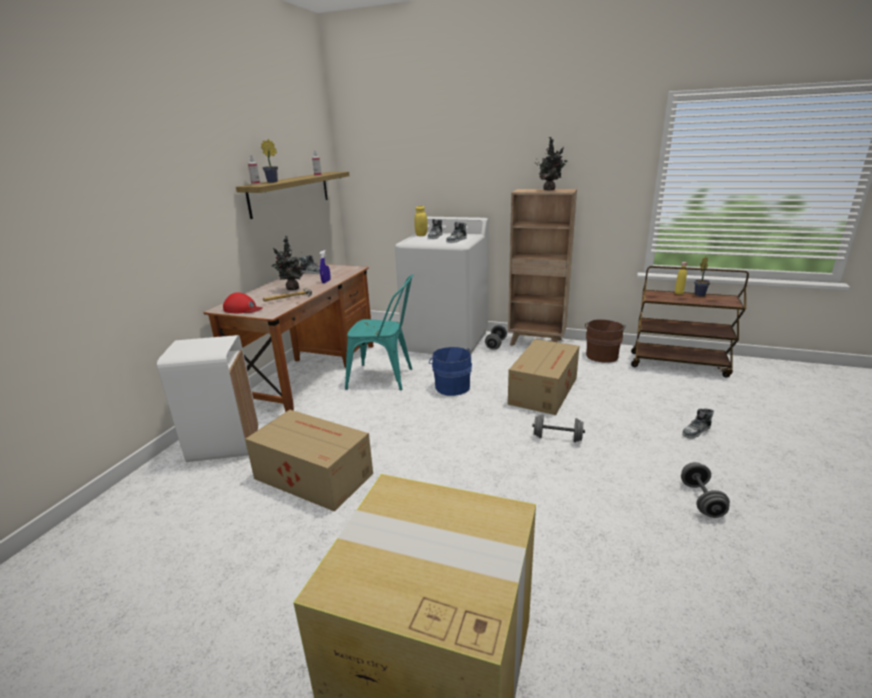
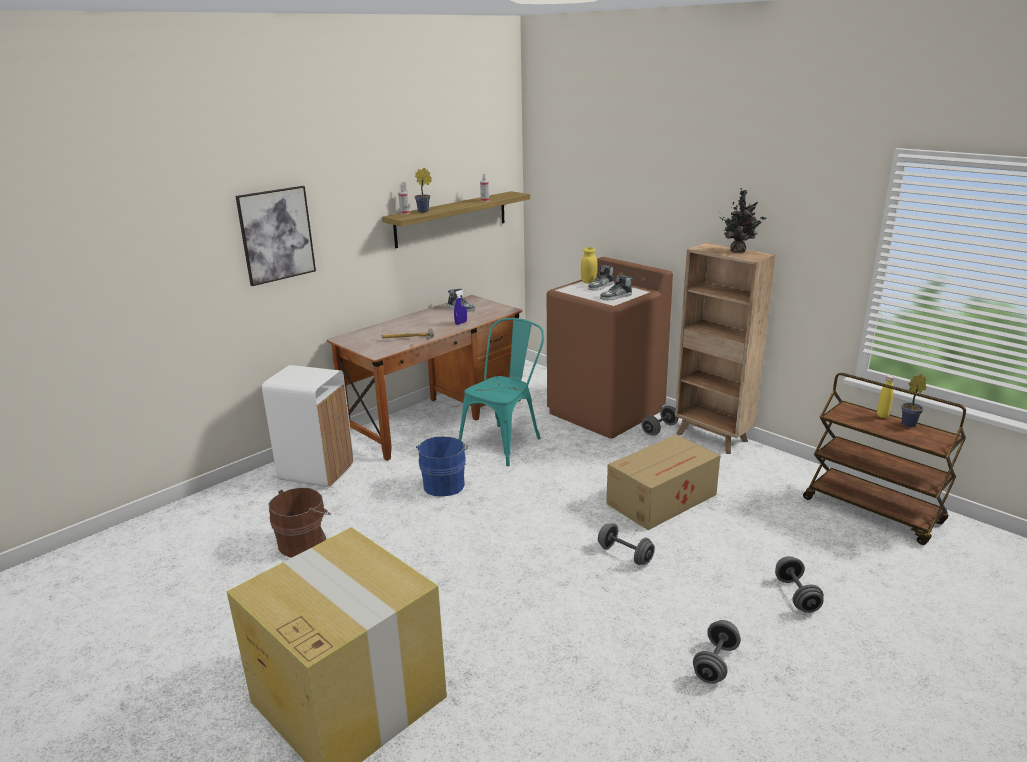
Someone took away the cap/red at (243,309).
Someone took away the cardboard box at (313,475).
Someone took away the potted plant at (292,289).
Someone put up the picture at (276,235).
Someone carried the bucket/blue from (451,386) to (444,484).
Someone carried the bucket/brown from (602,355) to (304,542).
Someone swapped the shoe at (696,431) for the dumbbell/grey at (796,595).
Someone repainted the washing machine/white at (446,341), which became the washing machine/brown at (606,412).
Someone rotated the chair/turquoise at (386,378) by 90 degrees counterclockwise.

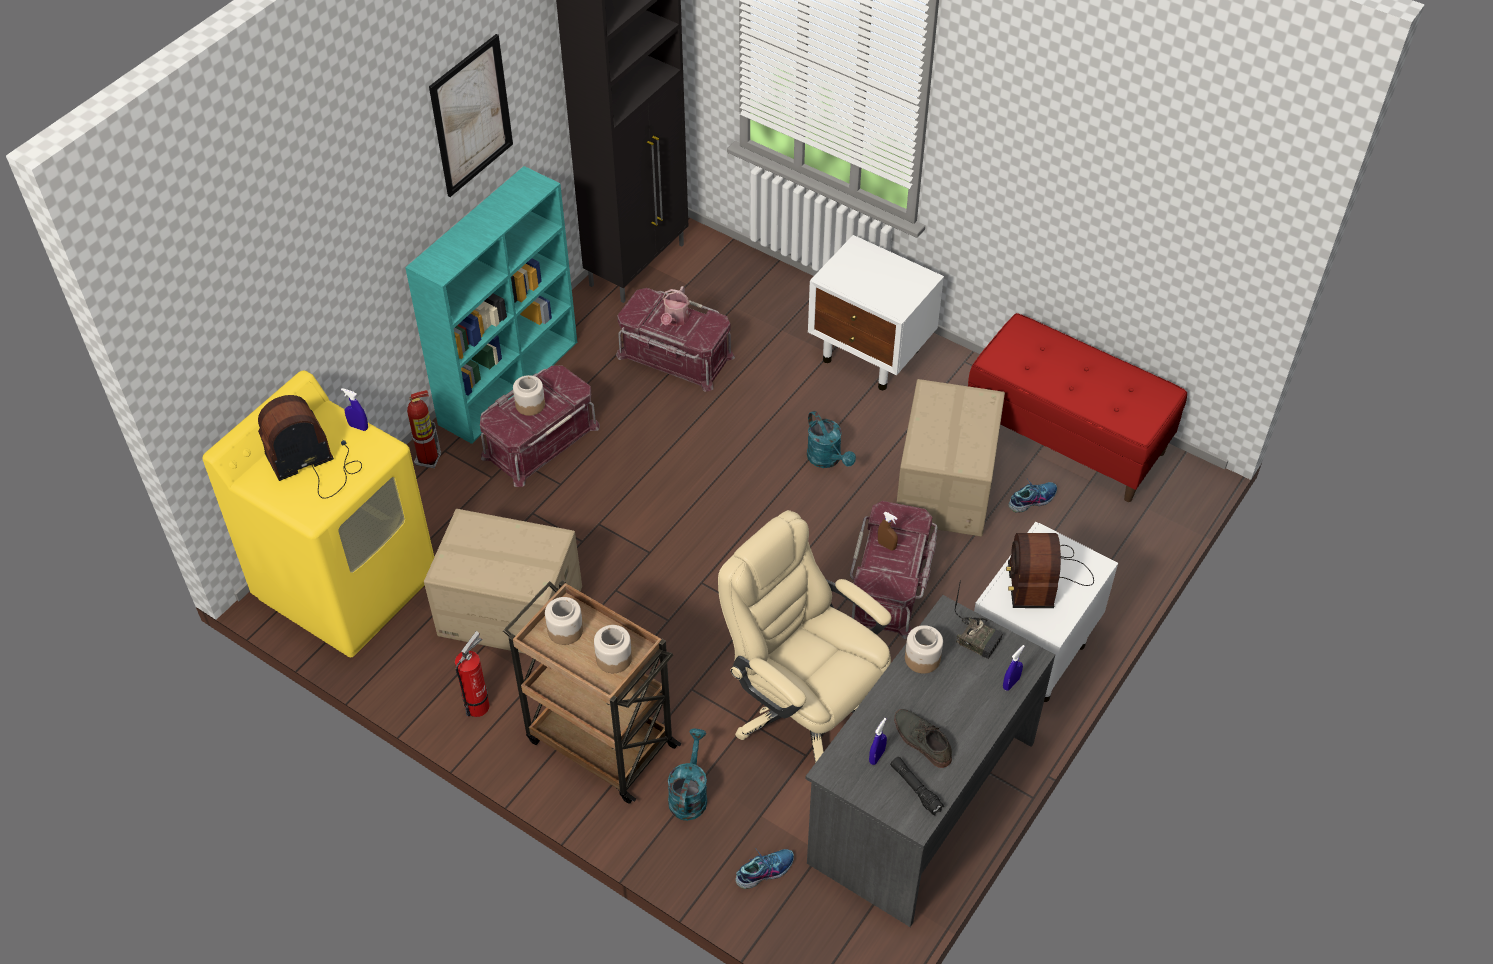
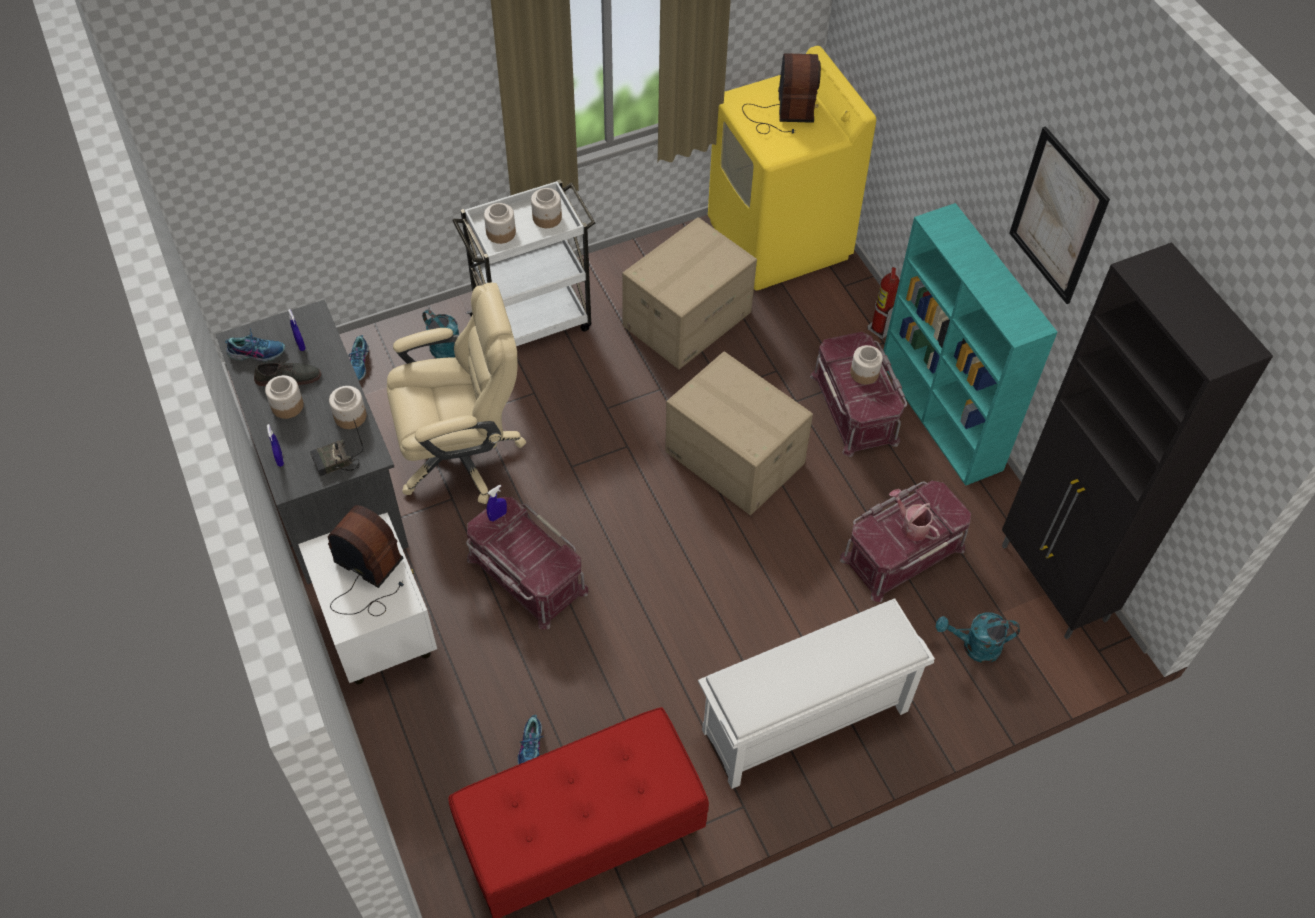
Someone took away the fire extinguisher at (479,704).
Someone took away the spray bottle/brown at (886,545).
Someone put down the jar at (287,406).
Someone carried the spray bottle/blue from (358,427) to (498,516).
Someone carried the watering can/turquoise from (827,459) to (974,646).
Someone carried the cardboard box from (946,486) to (733,458).
Someone swapped the nightstand/white at (872,355) for the shoe rack/white at (804,723).
Someone swapped the flashlight/black at (915,789) for the shoe at (257,352).
Someone repainted the cart/brown at (599,741), which became the cart/white at (533,321).

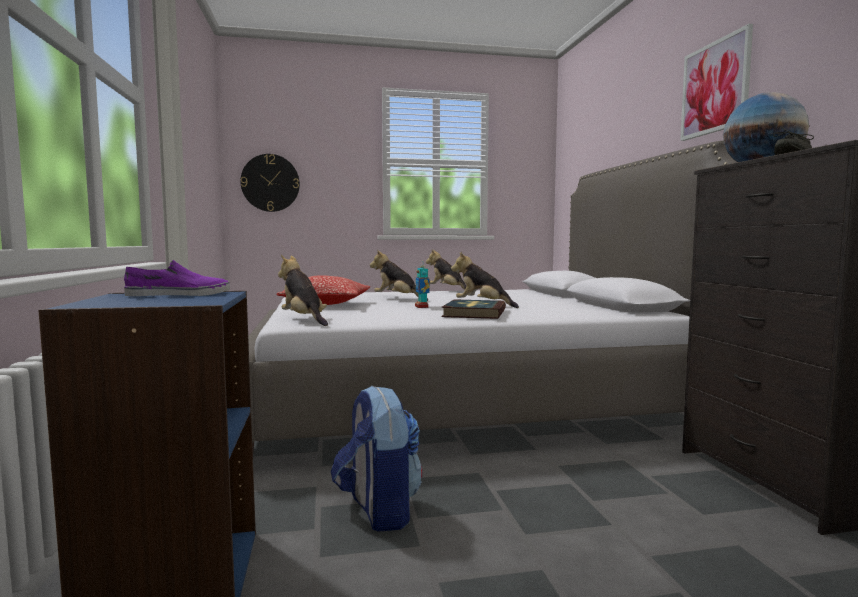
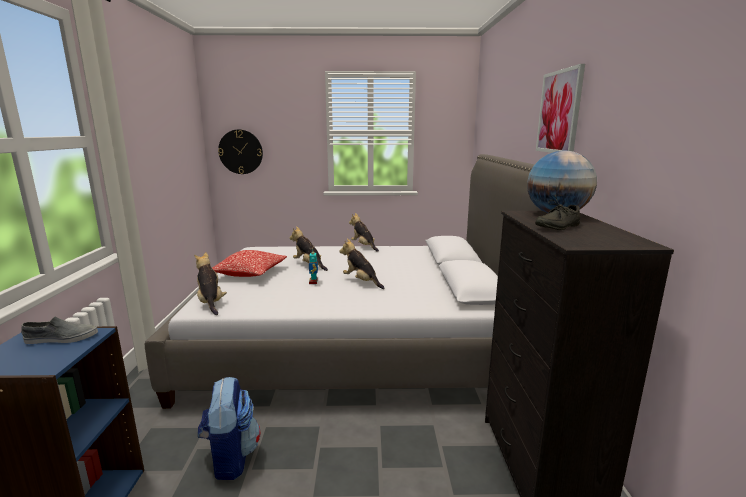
Someone took away the book at (474,313).
Someone repainted the shoe/purple at (179,295), which became the shoe/grey at (61,338).

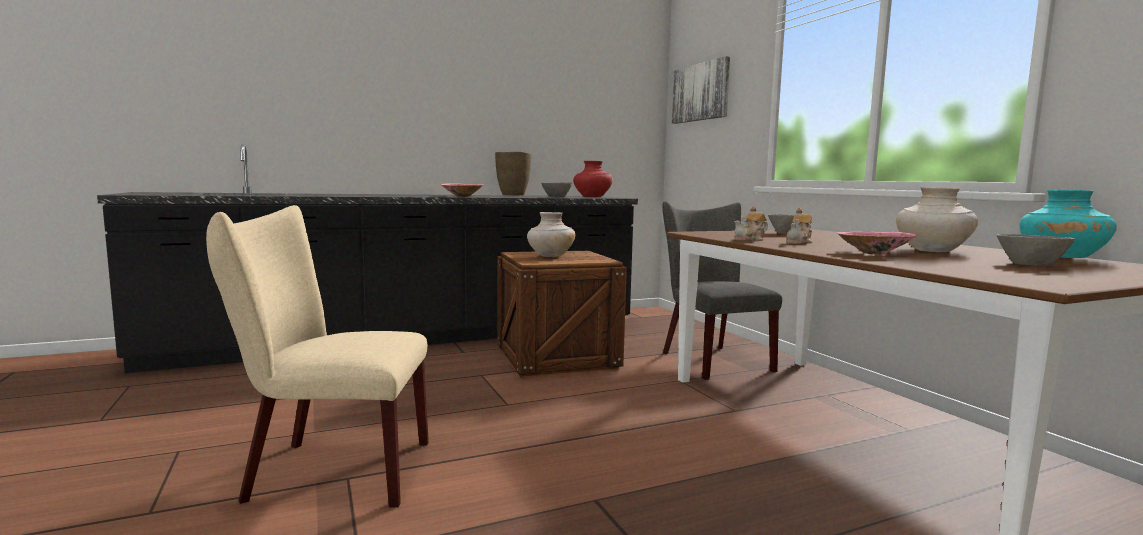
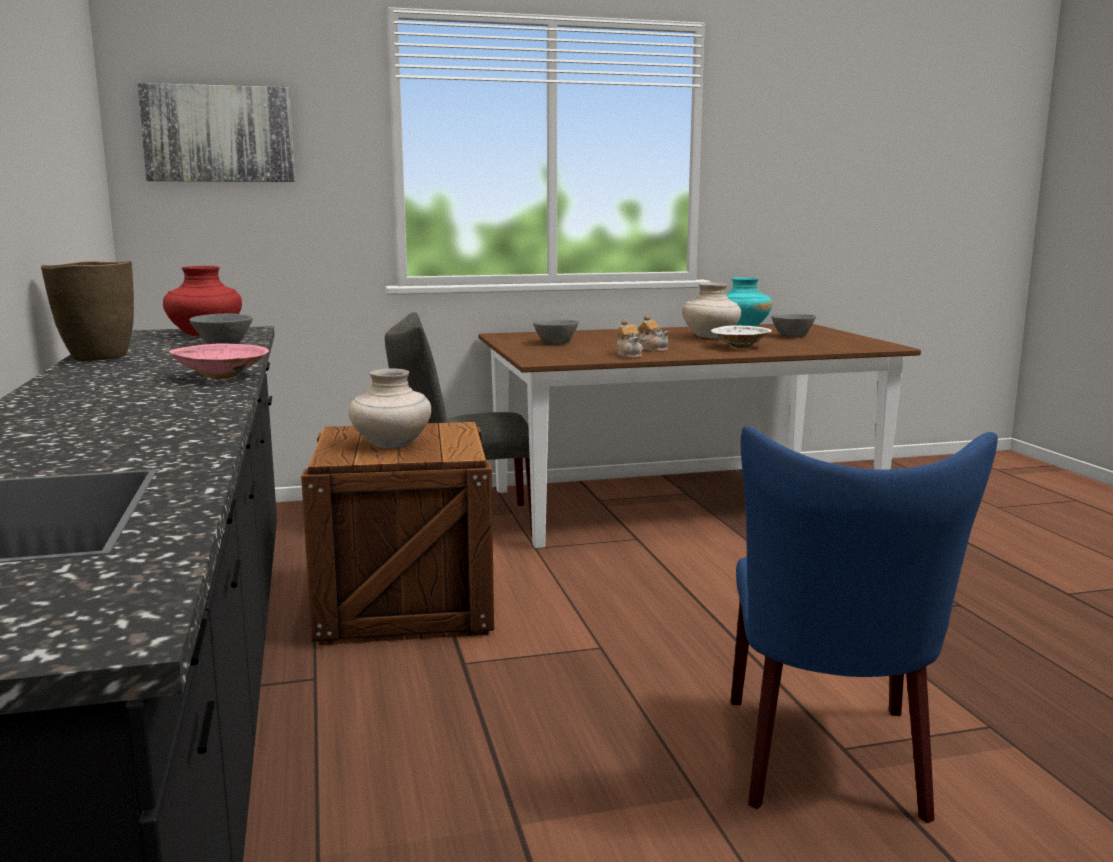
Someone repainted the chair/beige at (329,471), which became the chair/blue at (829,764).
Someone repainted the bowl/pink at (872,253), which became the bowl/white at (739,347).

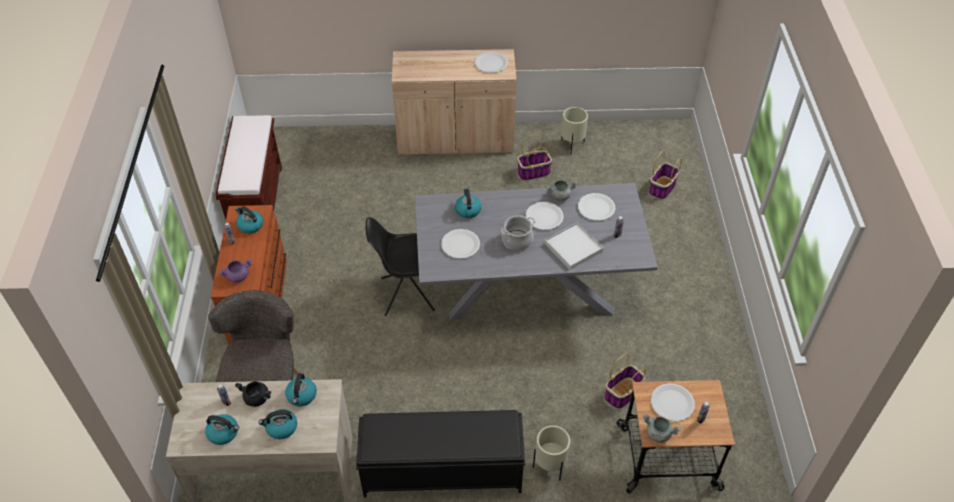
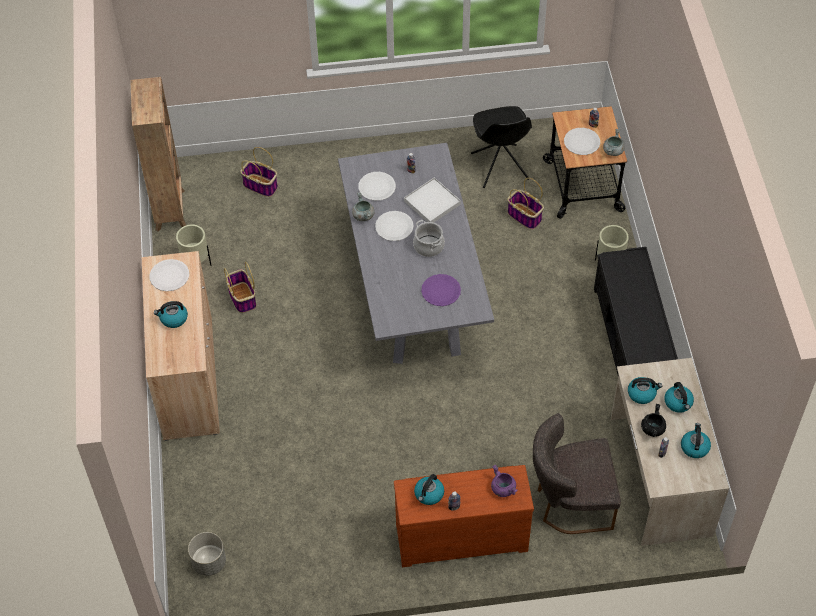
Someone took away the bench/brown at (257,202).
Someone put down the bookcase/brown at (170,209).
Someone put down the planter/grey at (209,562).
Someone carried the chair/black from (406,294) to (500,167).
Someone carried the kettle from (467,210) to (173,319).
Someone repainted the plate/white at (460,245), which became the plate/purple at (441,291).

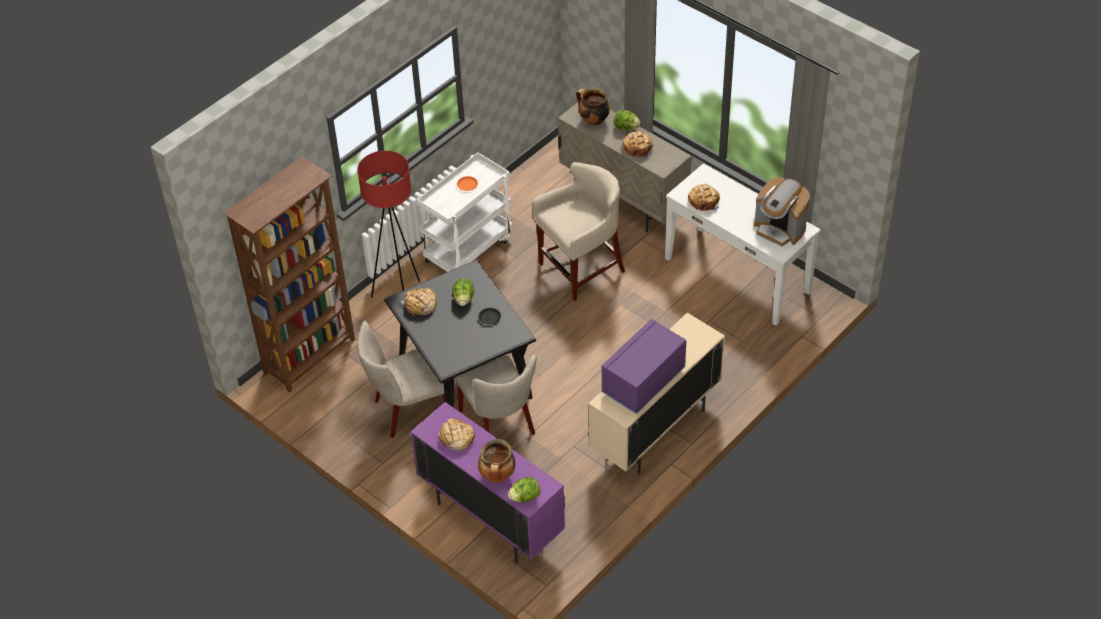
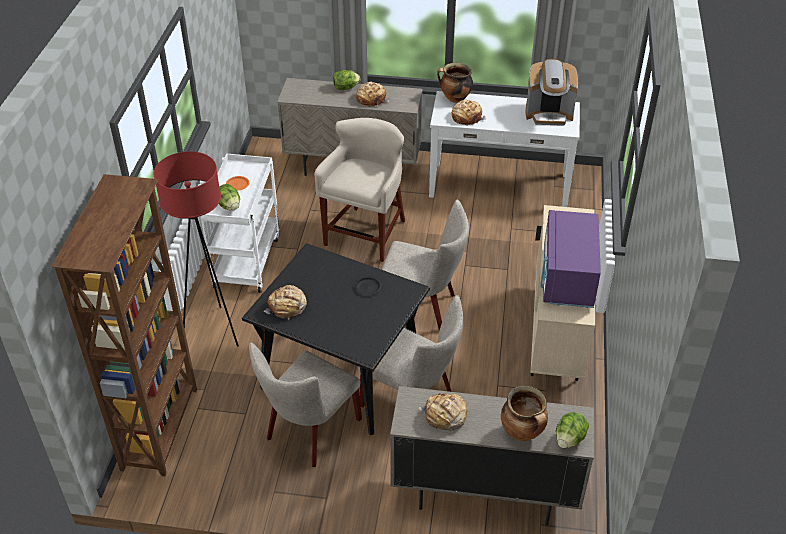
Someone put down the chair/beige at (422,307).
Someone carried the lettuce from (463,299) to (229,206).
Someone carried the cooking pot from (593,120) to (454,98).
Someone repainted the cabinet/purple at (491,519), which became the cabinet/beige at (484,495).

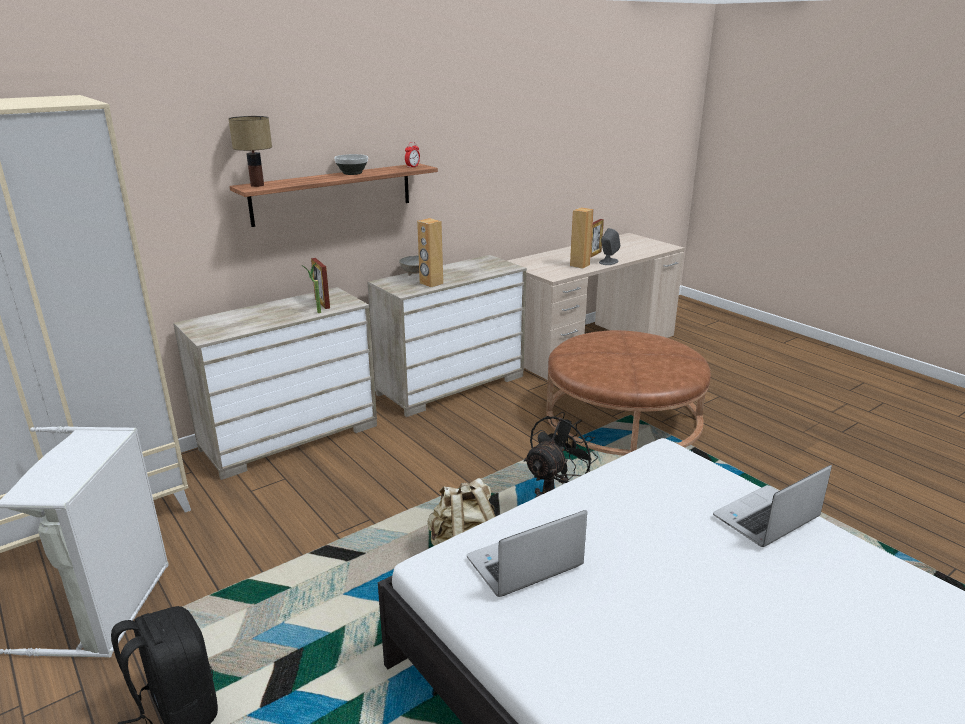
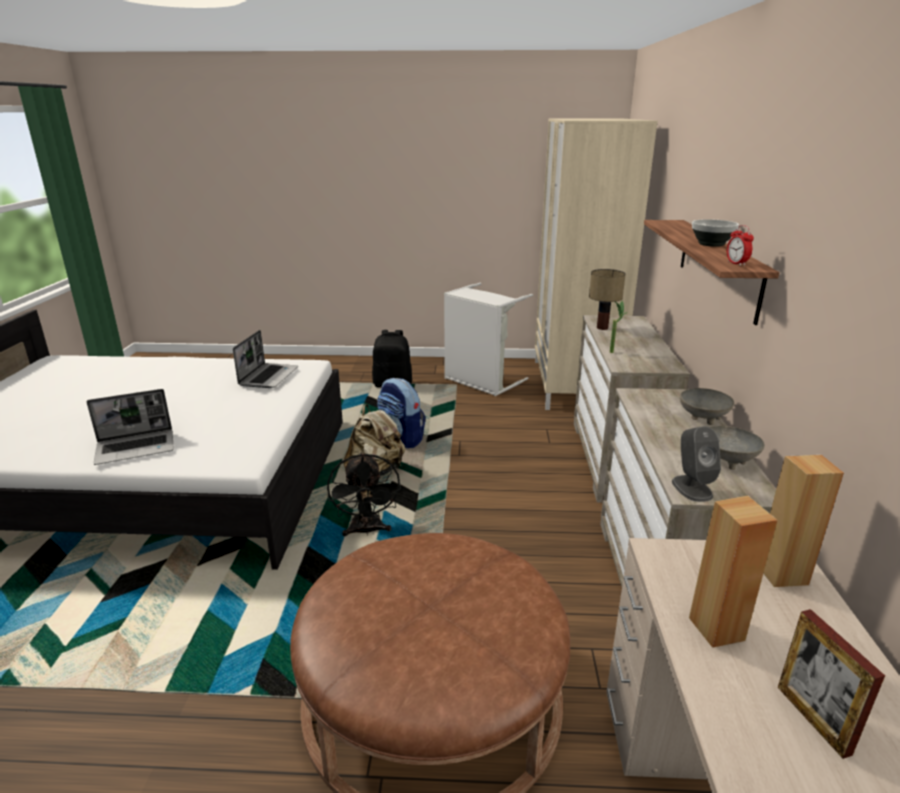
Someone took away the picture frame at (322,303).
Someone put down the backpack at (401,439).
Someone put down the bowl/grey at (728,460).
Someone carried the table lamp from (257,185) to (601,328).
Someone carried the speaker/brown from (431,283) to (781,574).
Someone carried the speaker/grey from (608,262) to (691,488).
Someone rotated the laptop at (766,519) by 60 degrees clockwise.

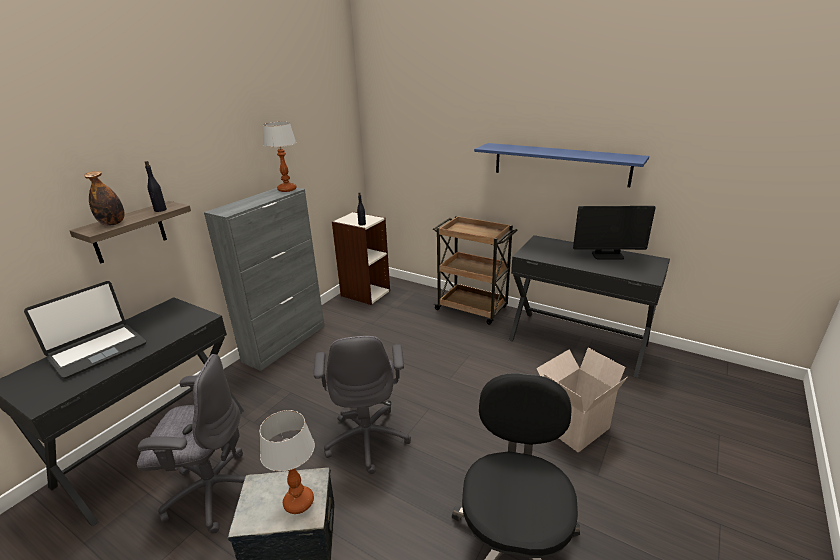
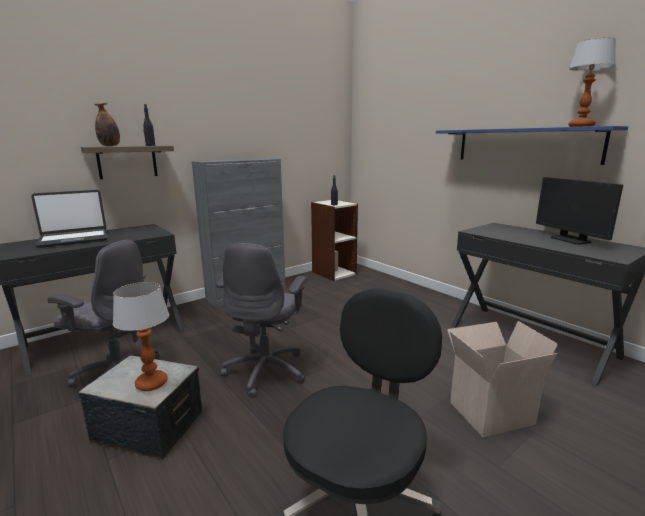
Someone took away the cart/brown at (472,308).
Someone carried the table lamp from (287,189) to (581,126).
Someone rotated the monitor at (607,255) by 45 degrees clockwise.

